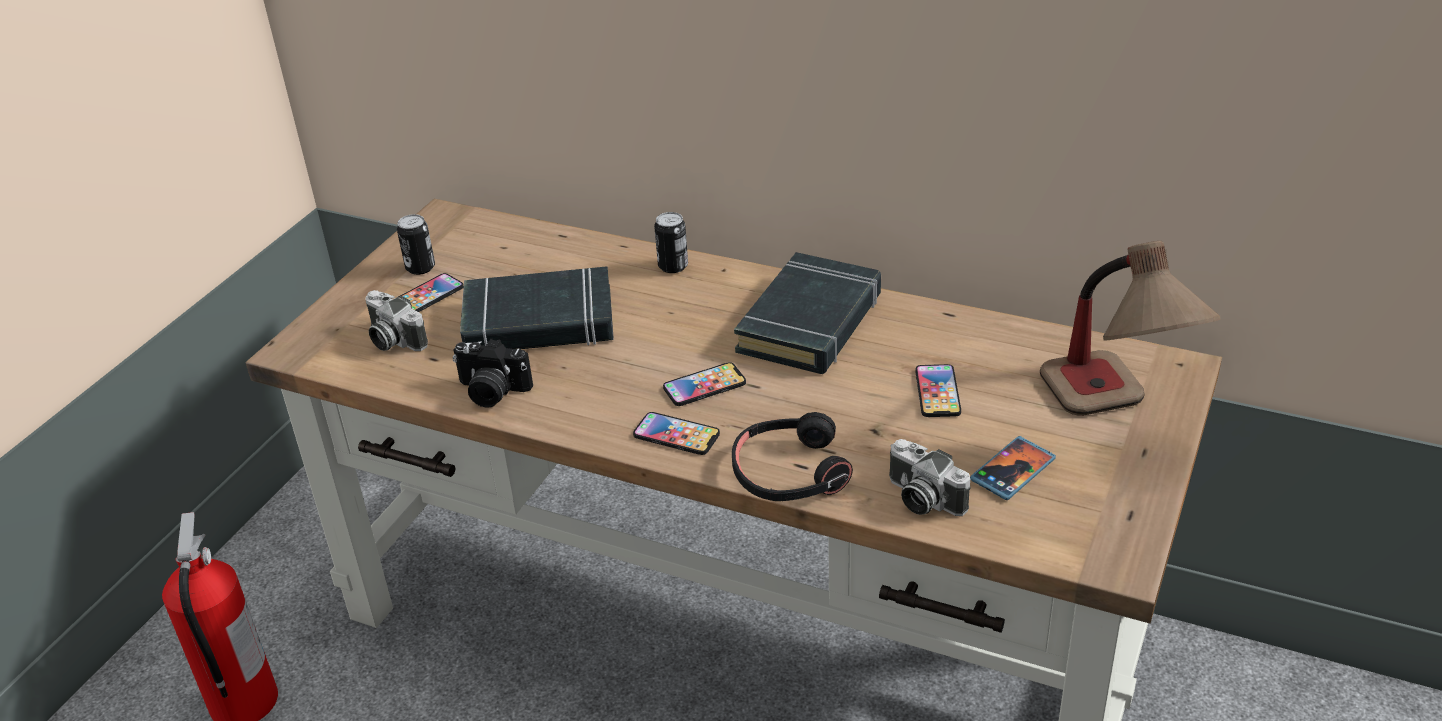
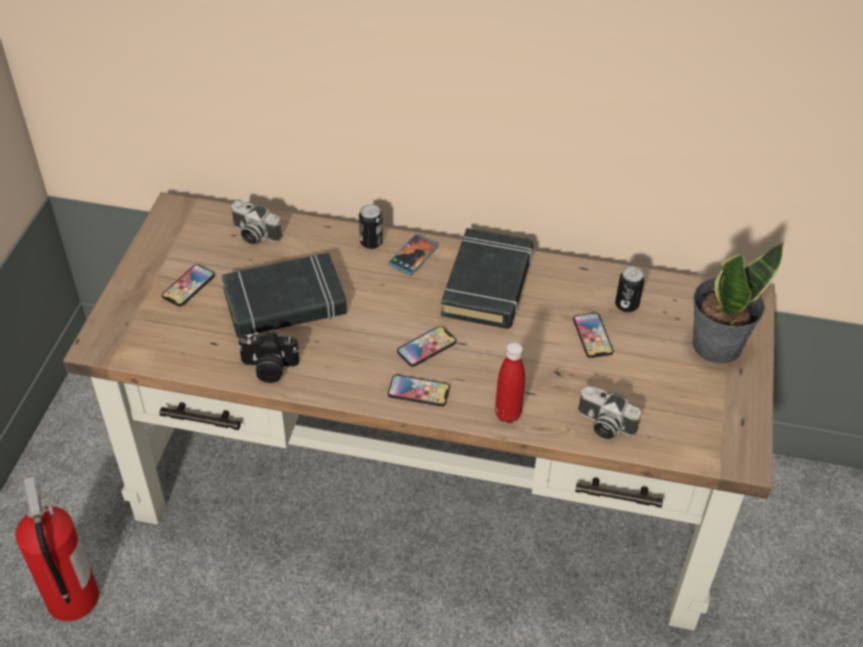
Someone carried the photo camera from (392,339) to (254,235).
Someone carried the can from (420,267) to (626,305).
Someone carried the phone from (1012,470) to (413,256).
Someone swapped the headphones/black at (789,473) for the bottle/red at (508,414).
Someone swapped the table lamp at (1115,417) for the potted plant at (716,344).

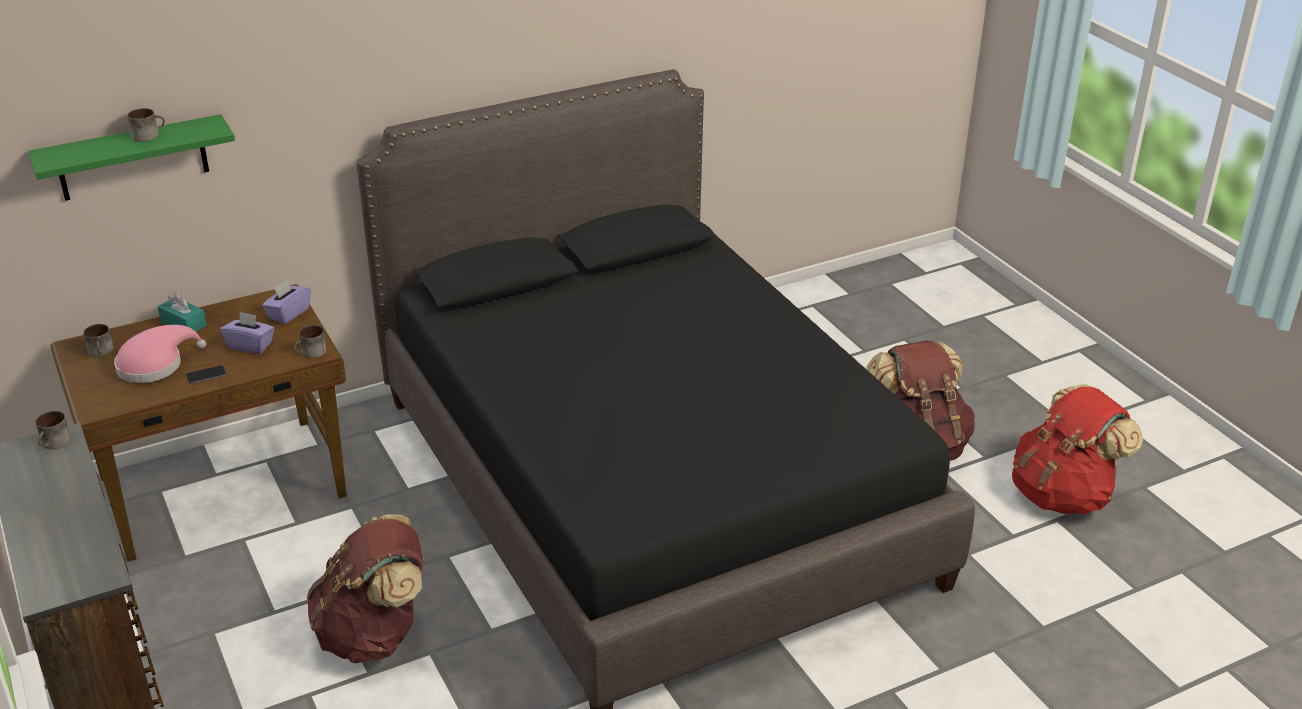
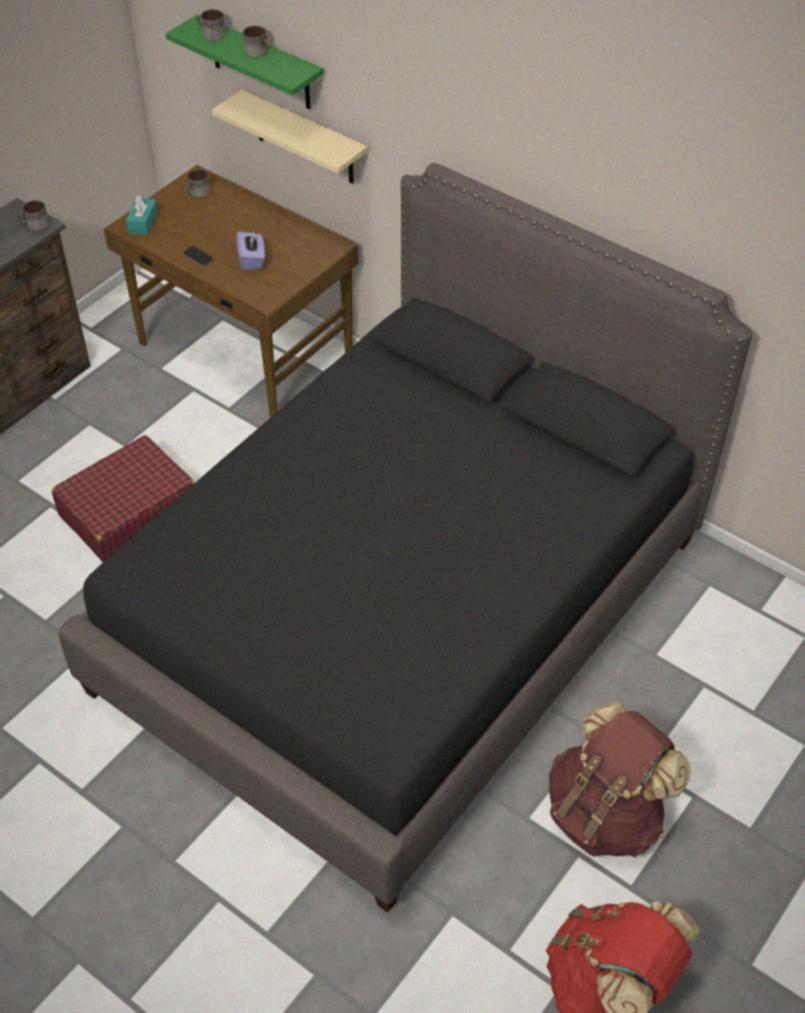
Someone took away the hat/pink at (155,365).
Someone took away the tissue box/purple at (288,314).
Someone put up the shelf/beige at (304,139).
Someone carried the tissue box/turquoise from (183,323) to (143,223).
Someone carried the mug from (311,353) to (211,35).
Someone swapped the backpack/brown at (374,634) for the suitcase/red at (128,512).

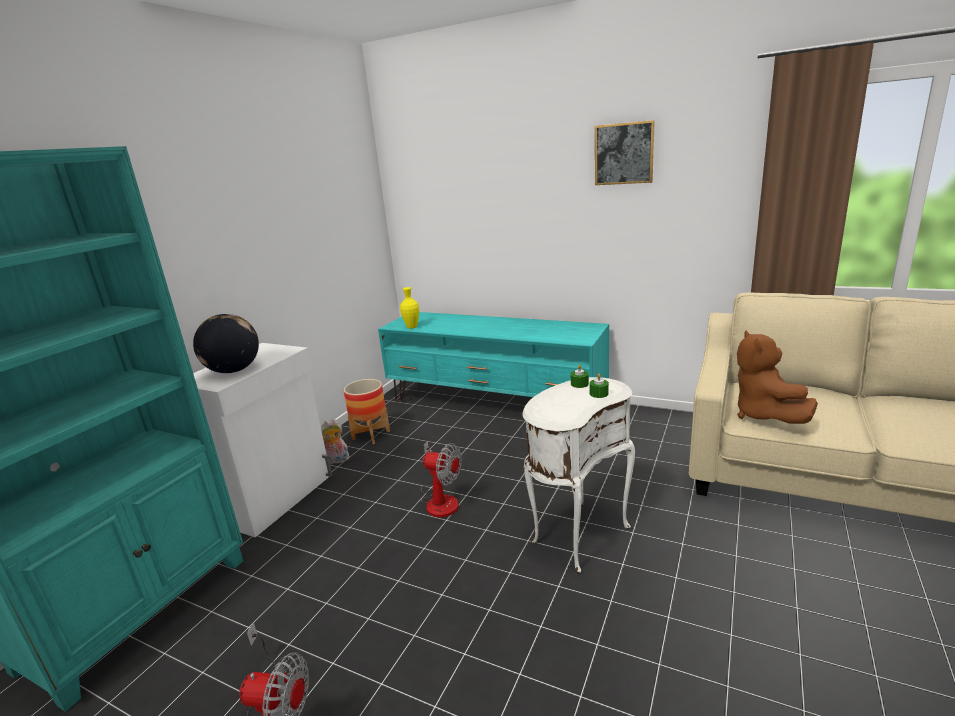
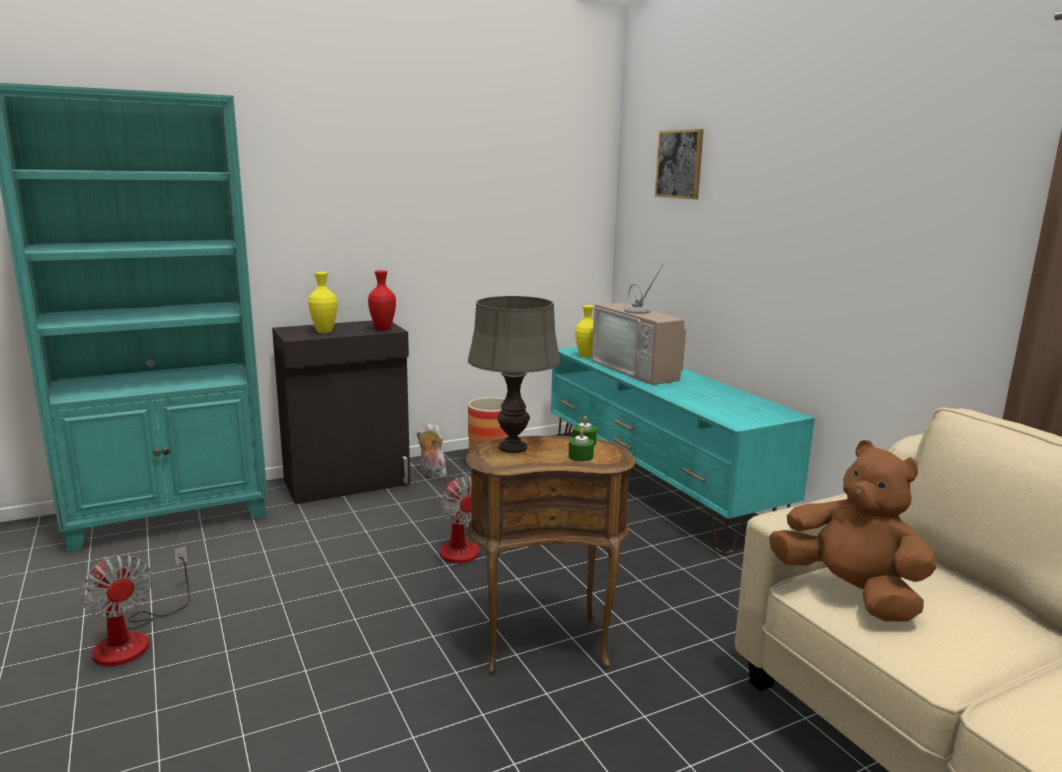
Someone put down the vase/red at (383,329).
Someone put down the table lamp/grey at (512,447).
Someone put down the television at (640,370).
Someone carried the picture from (624,153) to (679,164).
Someone swapped the globe at (233,371) for the vase/yellow at (324,331).
Someone repainted the cabinet/white at (277,498), which became the cabinet/black at (348,483).
Someone repainted the side table/white at (577,534), which became the side table/brown at (544,642).
Someone rotated the plush toy/brown at (764,415) by 105 degrees clockwise.

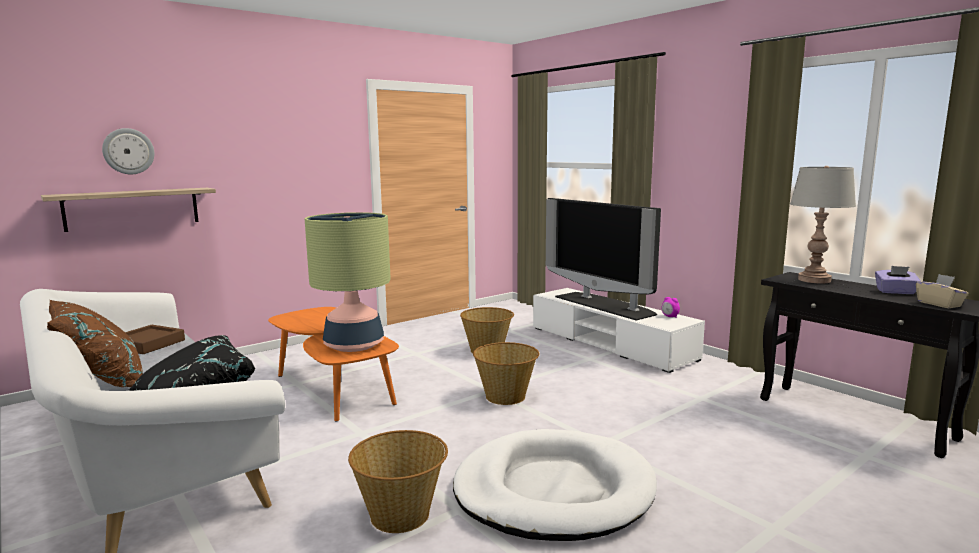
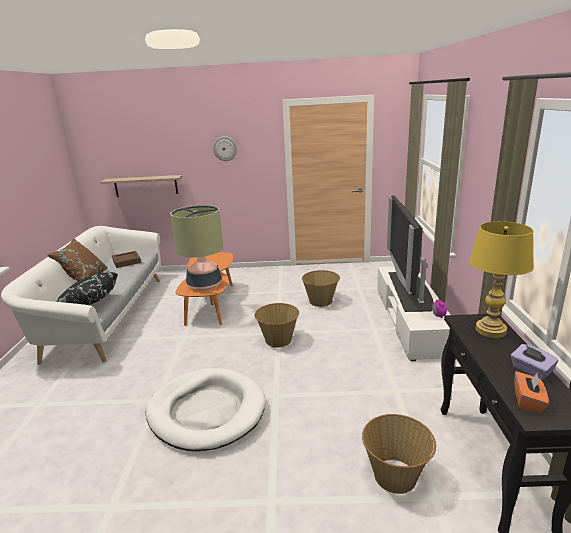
Someone carried the wall clock from (128,151) to (225,148).
Someone carried the basket from (401,515) to (396,476).
Someone repainted the table lamp/grey at (814,280), which became the table lamp/yellow at (490,330).
Someone repainted the tissue box/beige at (939,304), which became the tissue box/orange at (528,401).

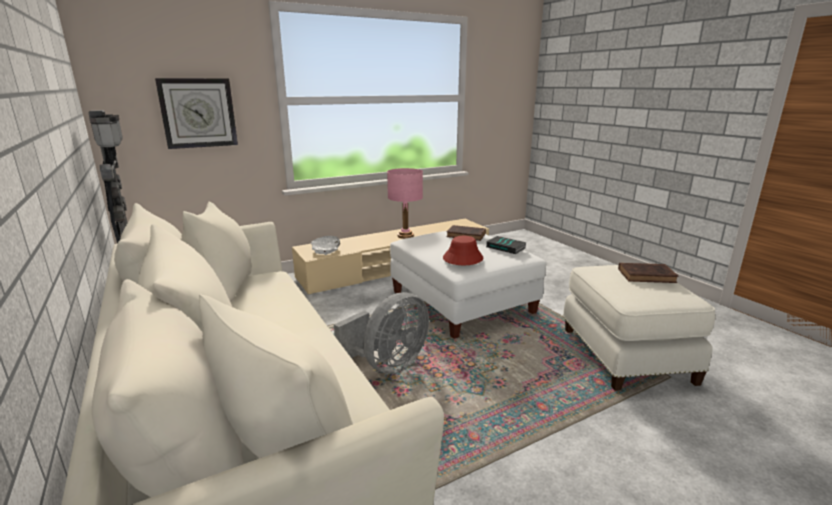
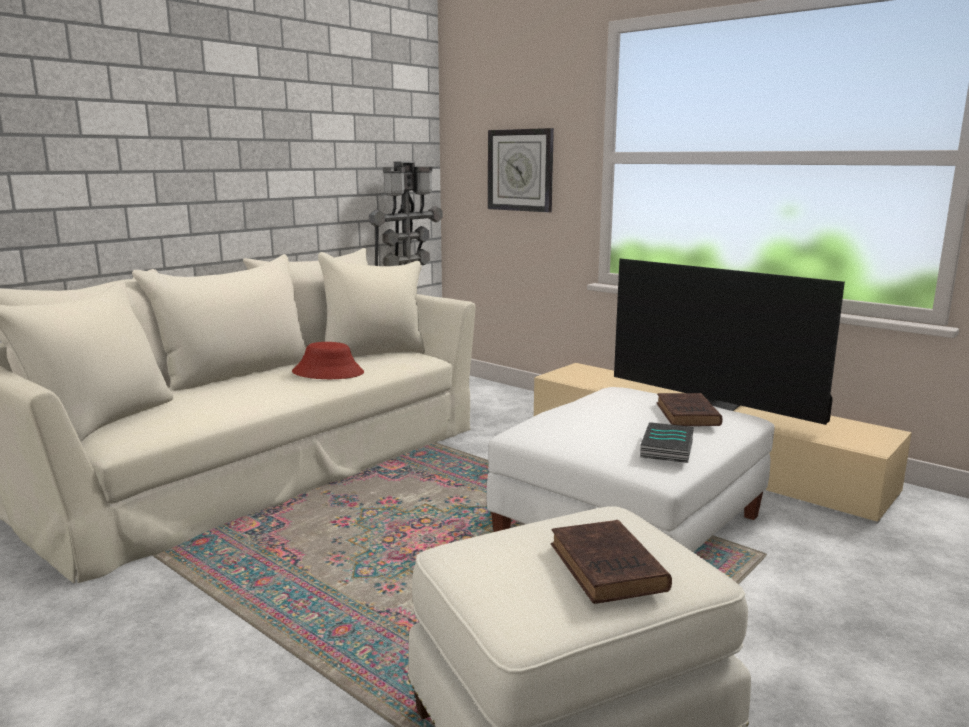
Someone took away the bowl/white at (326,250).
Someone took away the fan/grey at (388,365).
Someone carried the hat/red from (462,258) to (328,373).
Someone swapped the table lamp/pink at (405,236) for the television at (716,405).

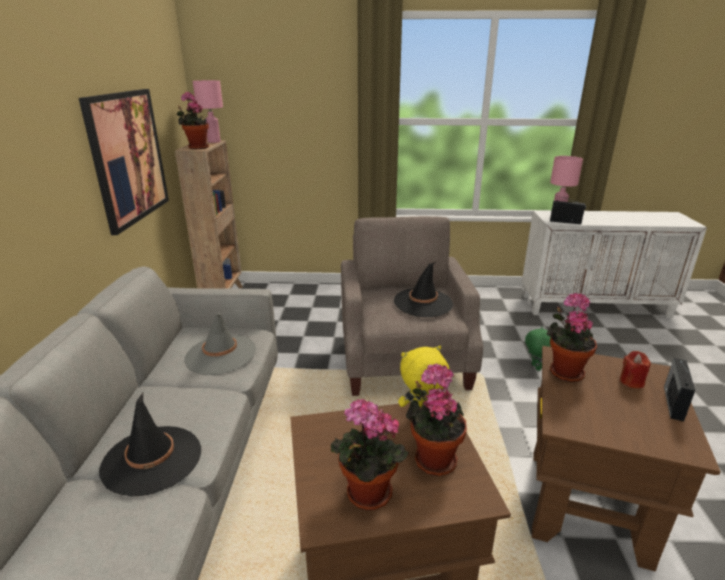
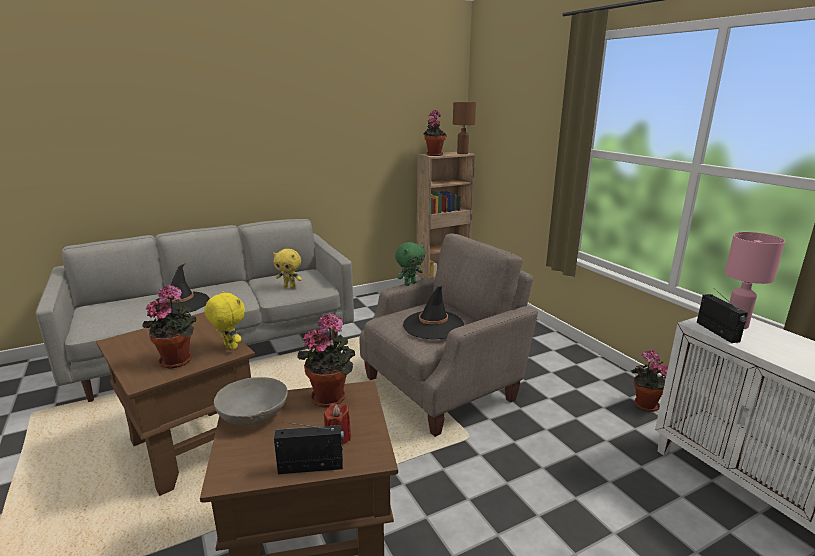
Someone took away the picture at (128,157).
Someone put down the bowl/grey at (254,414).
Someone carried the potted plant from (366,495) to (643,405).
Someone carried the plush toy/green from (535,367) to (410,283).
Someone swapped the hat/grey at (220,355) for the plush toy/yellow at (290,287).
Someone repainted the table lamp/pink at (214,141), which became the table lamp/brown at (463,153).

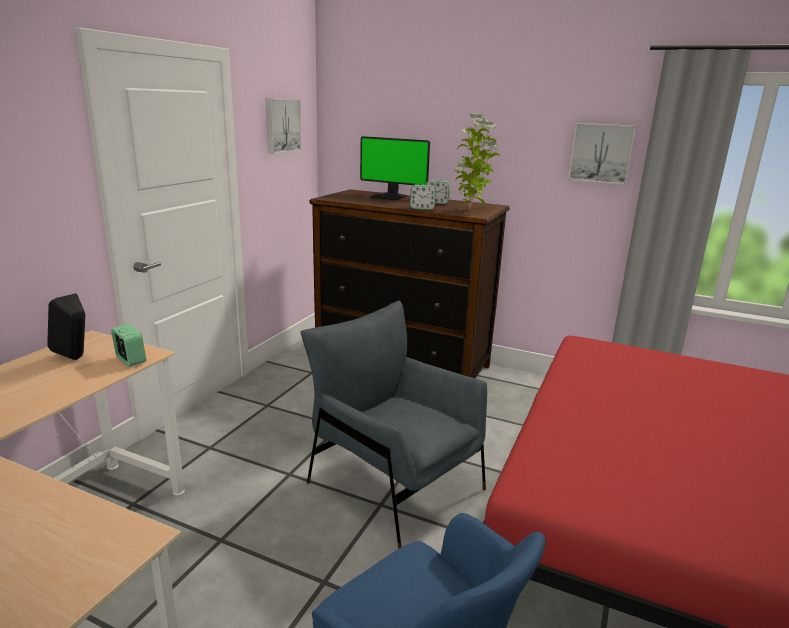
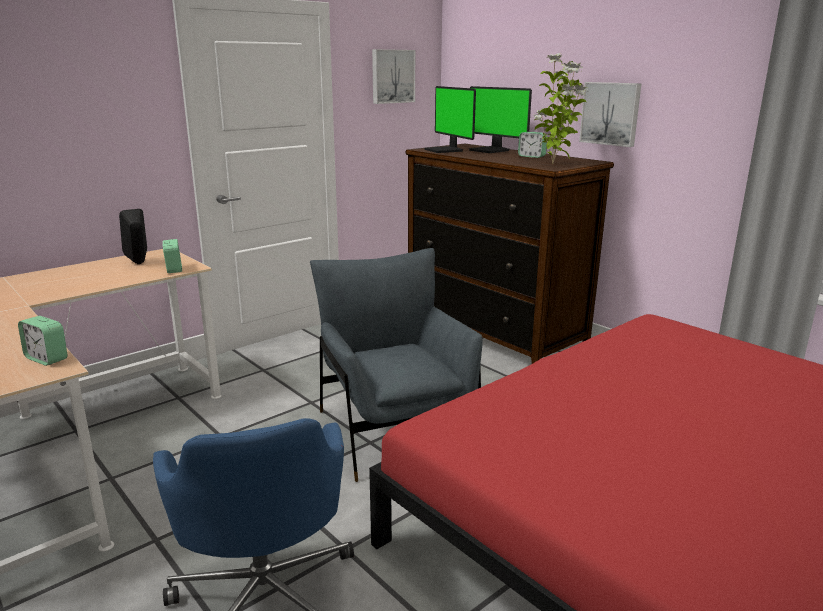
Someone put down the monitor at (445,150).
Someone carried the alarm clock from (422,208) to (47,358).
Someone carried the picture from (601,153) to (611,113).

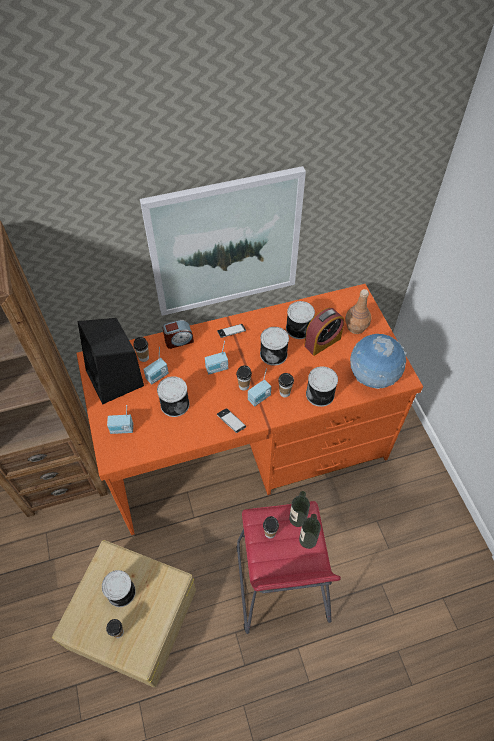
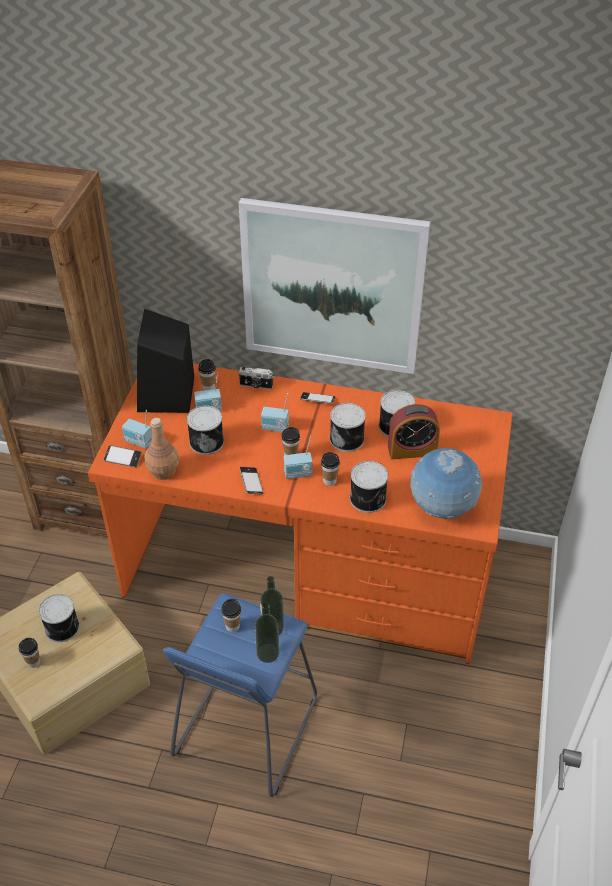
Someone put down the phone at (123,458).
Someone carried the bottle/brown from (355,327) to (163,471).
Someone swapped the alarm clock at (179,340) for the photo camera at (256,386).
Someone repainted the stool/red at (280,582), which became the stool/blue at (246,728).

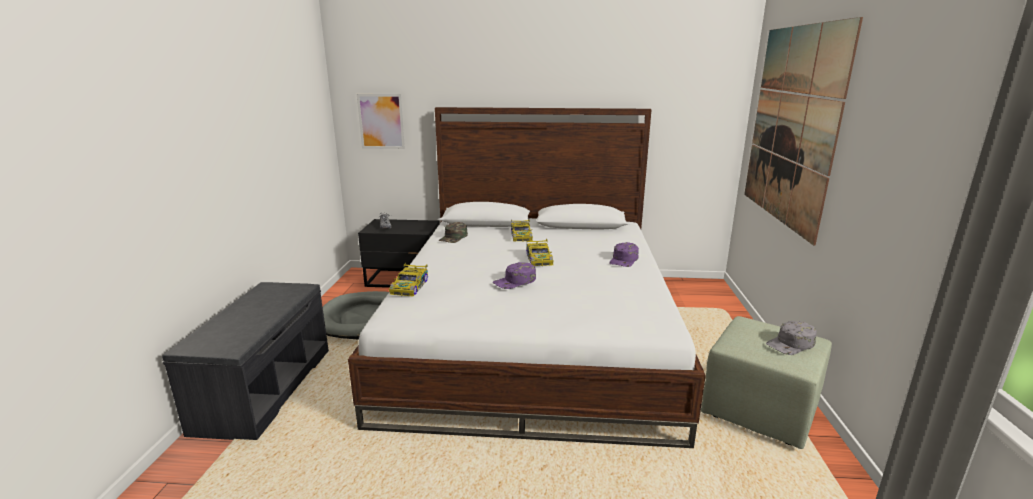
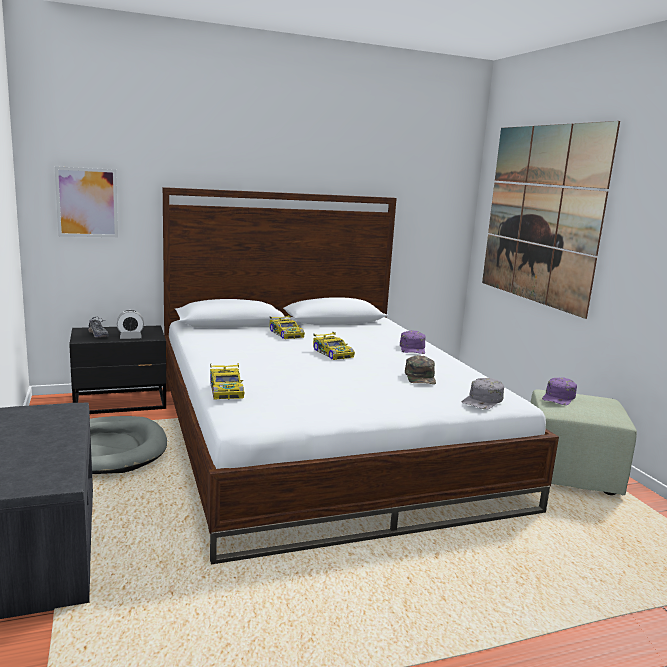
Someone put down the alarm clock at (130,337).
Someone carried the cap/green from (453,237) to (420,377).
Someone carried the cap/purple from (515,281) to (559,397).
Someone carried the cap/grey from (791,344) to (483,400).

